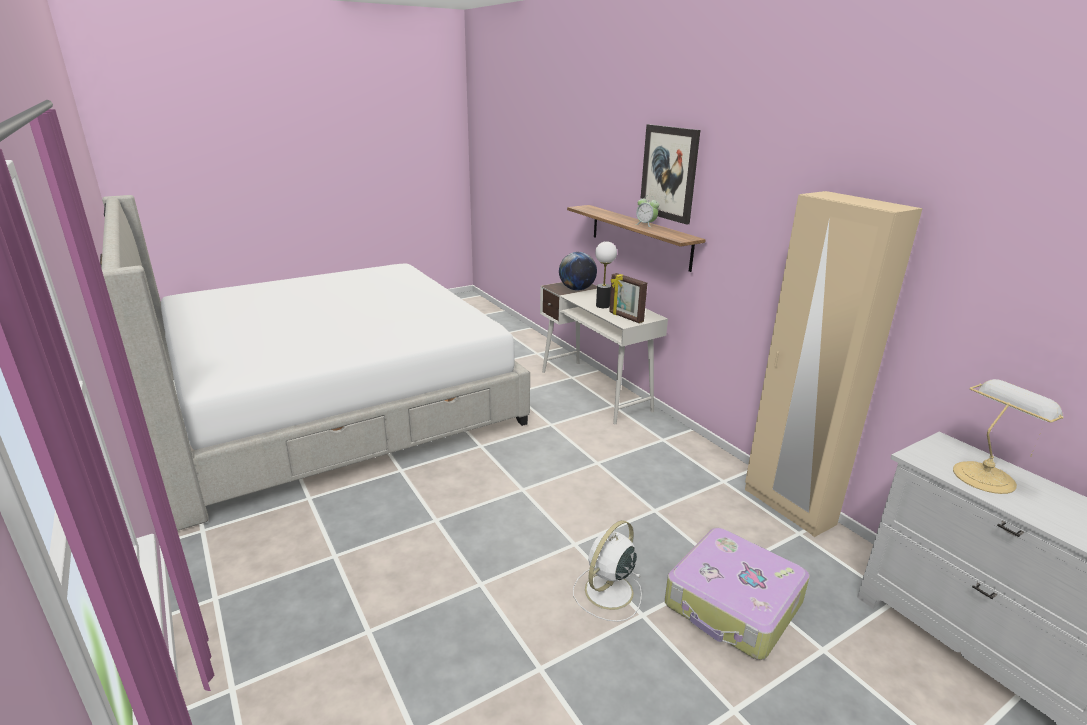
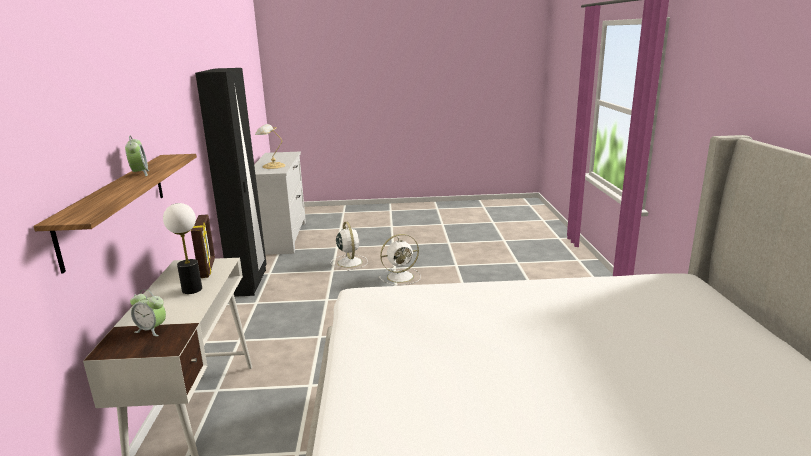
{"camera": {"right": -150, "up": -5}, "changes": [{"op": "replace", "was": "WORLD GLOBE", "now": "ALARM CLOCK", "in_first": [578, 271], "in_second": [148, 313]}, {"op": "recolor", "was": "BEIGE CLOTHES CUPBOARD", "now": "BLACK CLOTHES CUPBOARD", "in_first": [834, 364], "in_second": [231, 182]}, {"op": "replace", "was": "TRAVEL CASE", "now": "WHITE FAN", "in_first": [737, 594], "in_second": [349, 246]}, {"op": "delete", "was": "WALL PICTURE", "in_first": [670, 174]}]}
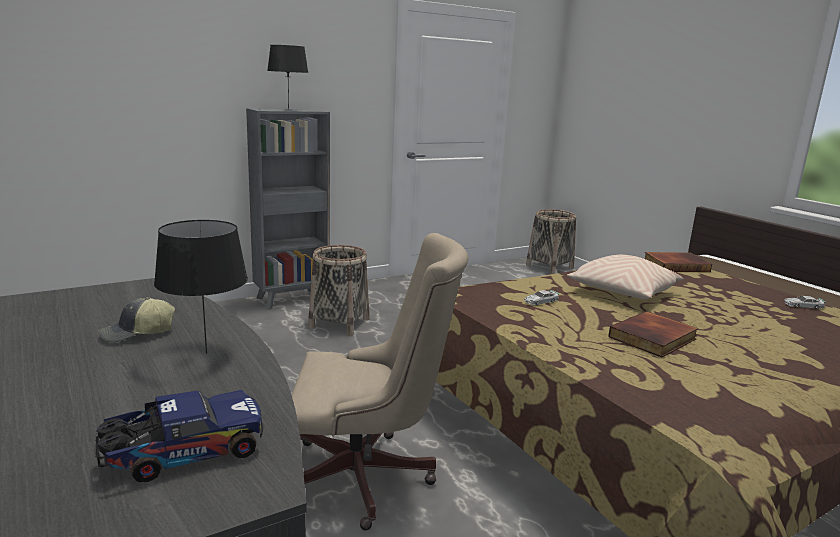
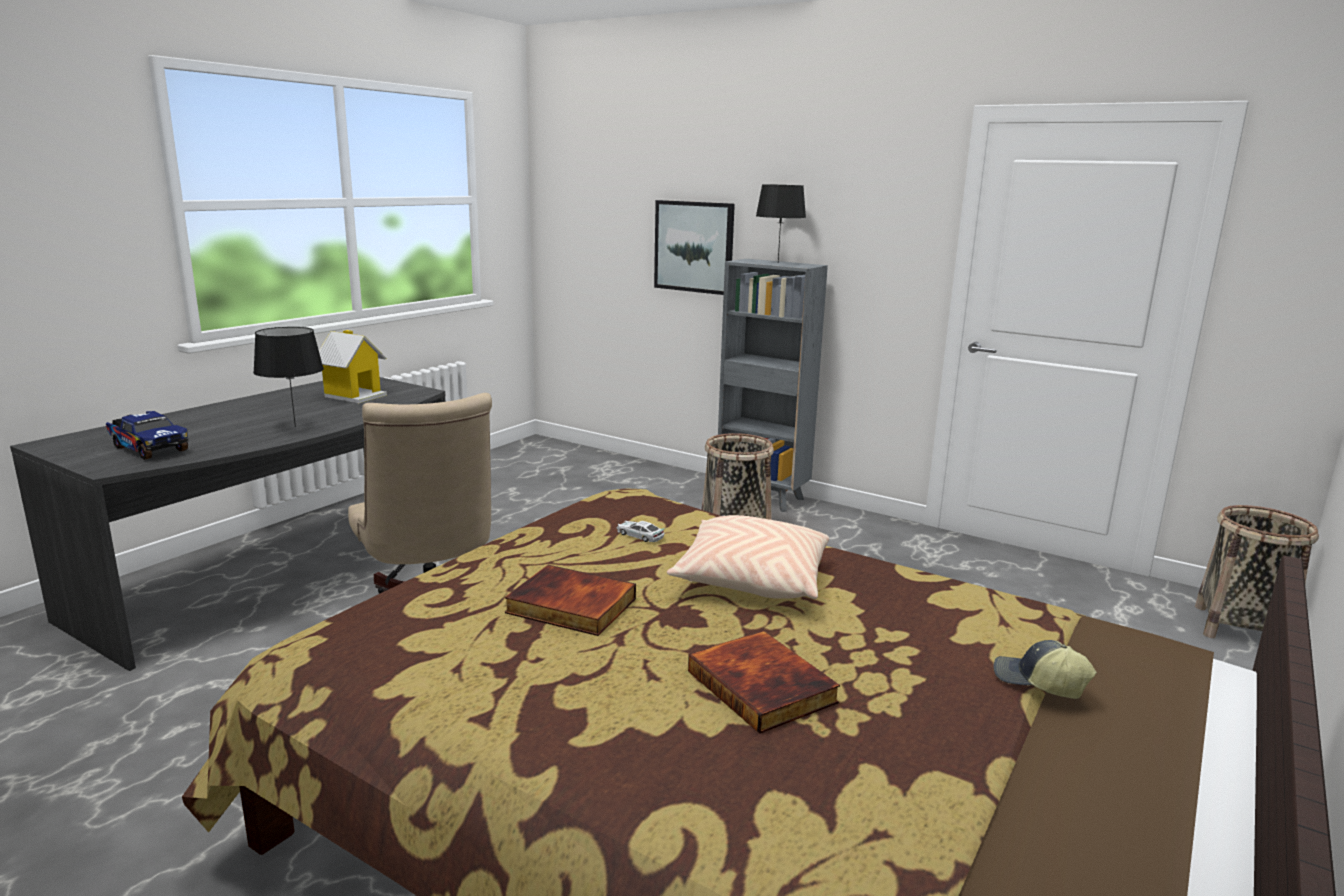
{"camera": {"right": 65, "up": 0}, "changes": [{"op": "insert", "now": "MODEL HOUSE", "in_second": [353, 366]}, {"op": "insert", "now": "WALL PICTURE", "in_second": [694, 247]}, {"op": "move", "was": "BOOK", "in_first": [678, 262], "in_second": [764, 682]}, {"op": "move", "was": "CAP", "in_first": [136, 320], "in_second": [1045, 669]}, {"op": "delete", "was": "TOY CAR", "in_first": [805, 302]}]}
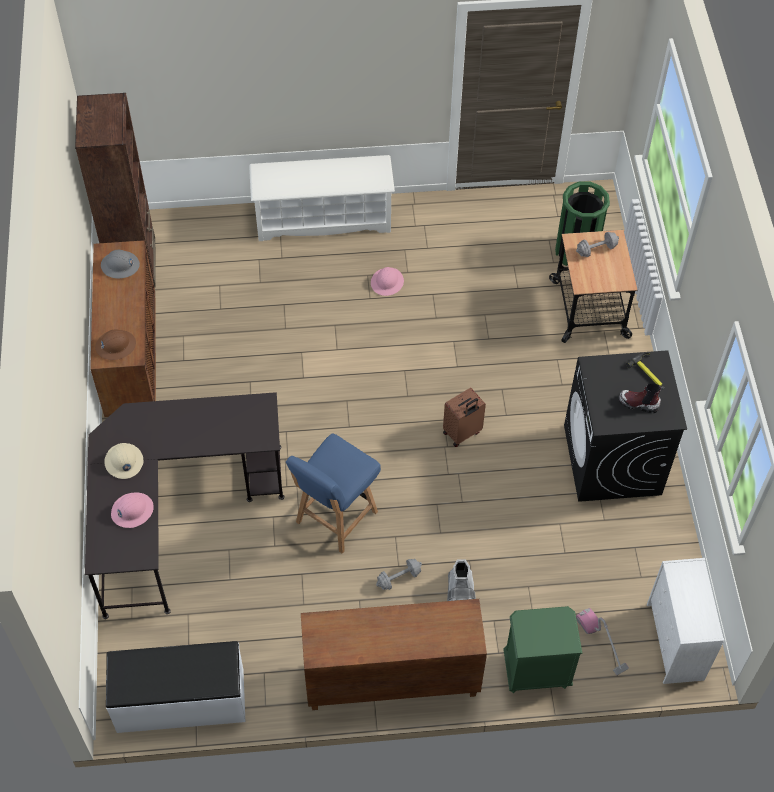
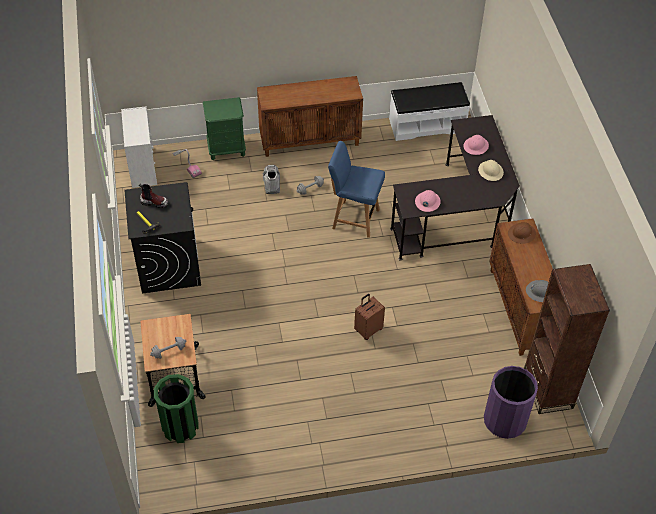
{"camera": {"right": 175, "up": -5}, "changes": [{"op": "rotate", "was": "BLUE-COLOURED UPRIGHT CHAIR", "in_first": [333, 493], "in_second": [356, 189], "clockwise": -105}, {"op": "move", "was": "BROWN TRAVEL CASE", "in_first": [464, 417], "in_second": [369, 317]}, {"op": "move", "was": "PINK WORK HELMET", "in_first": [387, 281], "in_second": [428, 201]}, {"op": "insert", "now": "PURPLE WASTE BIN", "in_second": [511, 402]}, {"op": "delete", "was": "WHITE SHOE SHELF", "in_first": [322, 198]}]}
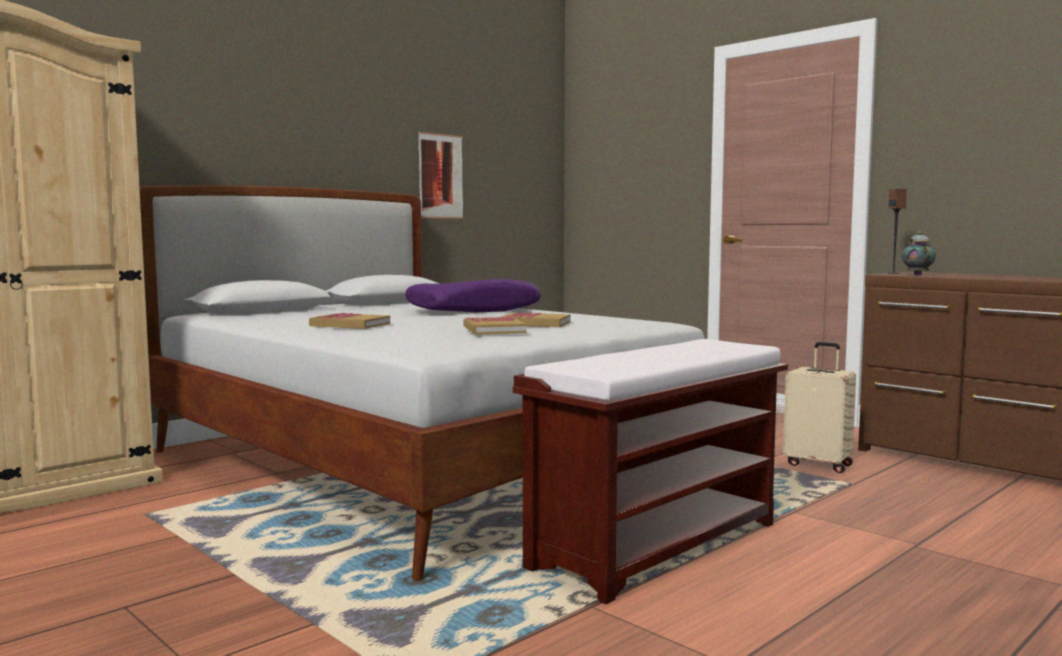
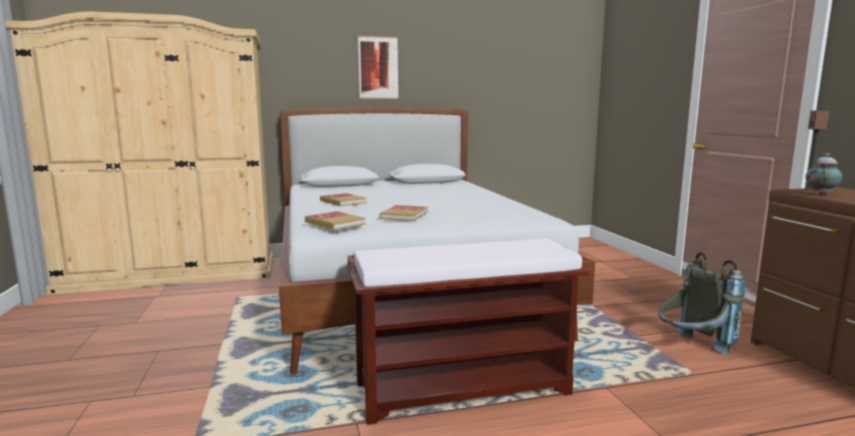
{"camera": {"right": 30, "up": 5}, "changes": [{"op": "move", "was": "BOOK", "in_first": [536, 319], "in_second": [335, 220]}, {"op": "move", "was": "WALL PICTURE", "in_first": [440, 175], "in_second": [378, 67]}, {"op": "replace", "was": "BEIGE TRAVEL CASE", "now": "GREYISH KNAPSACK", "in_first": [819, 407], "in_second": [701, 303]}, {"op": "delete", "was": "PURPLE PILLOW", "in_first": [473, 295]}]}
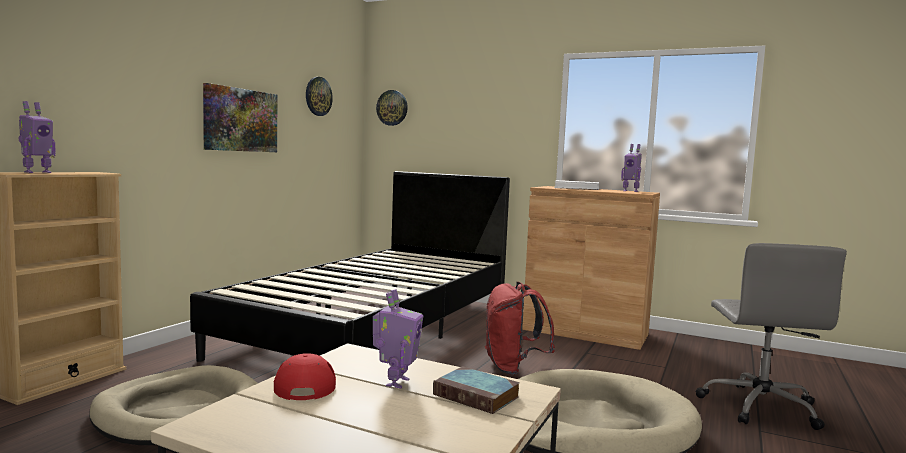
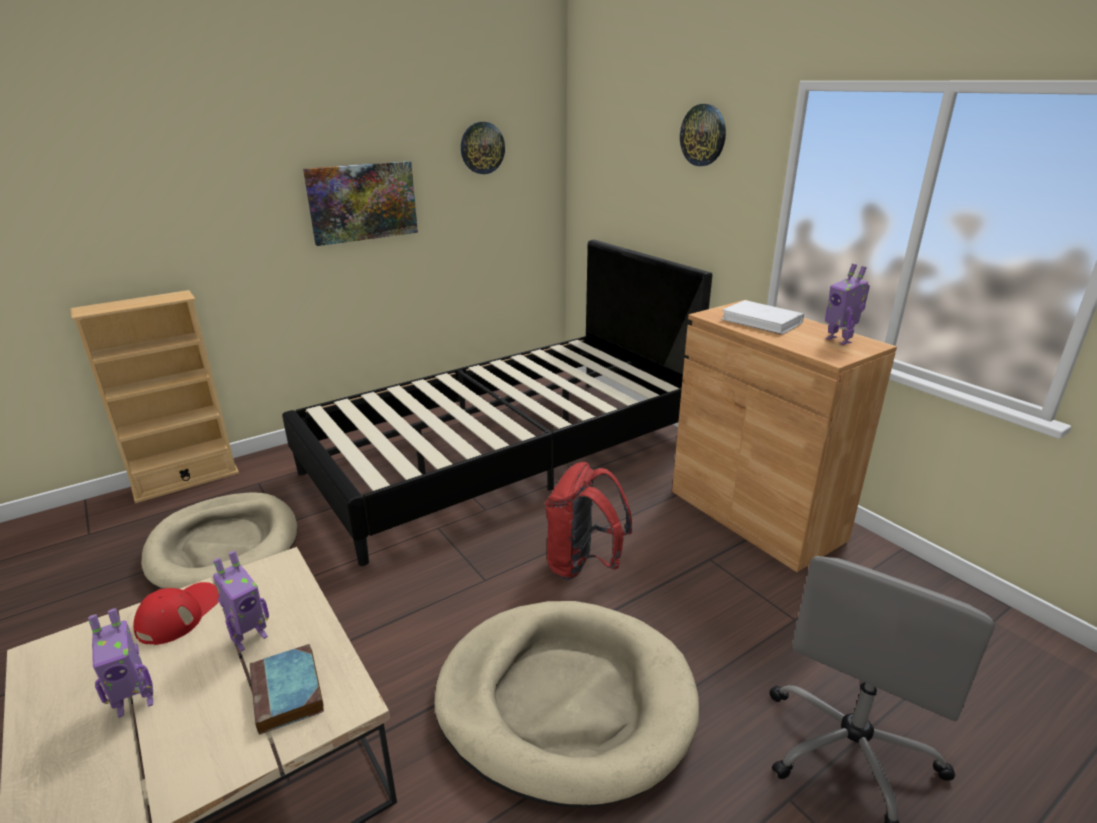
{"camera": {"right": 30, "up": 20}, "changes": [{"op": "move", "was": "MODEL ROBOT", "in_first": [37, 137], "in_second": [120, 663]}, {"op": "move", "was": "WALL CLOCK", "in_first": [392, 108], "in_second": [703, 135]}]}
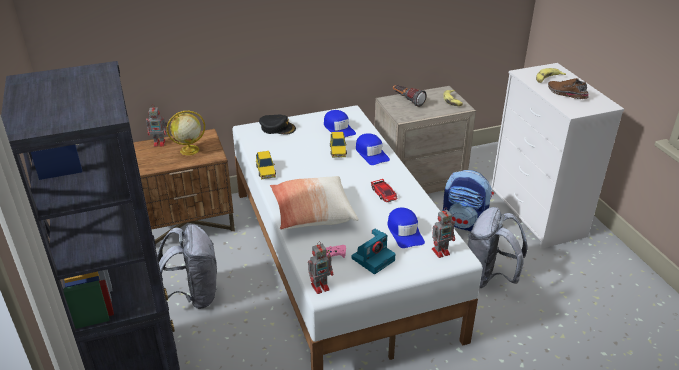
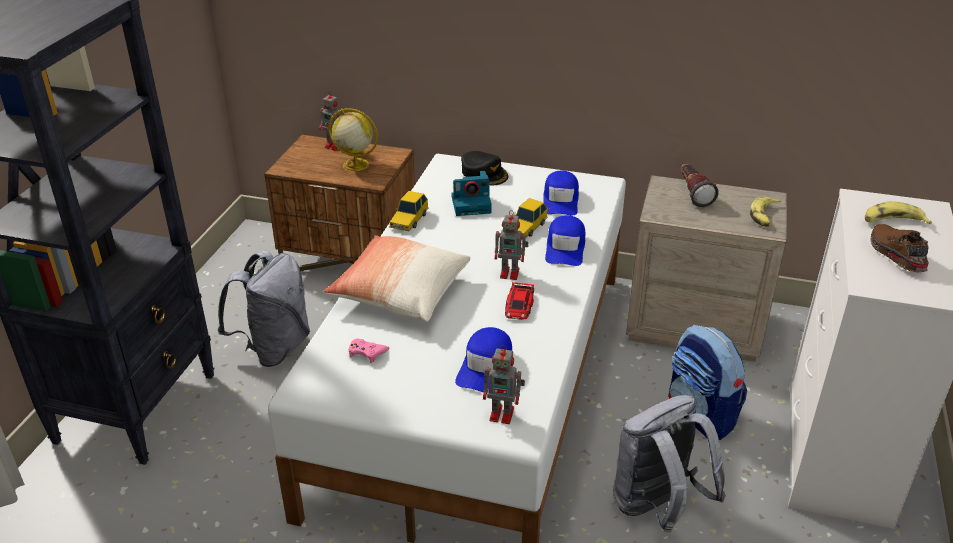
{"camera": {"right": 35, "up": 0}, "changes": [{"op": "move", "was": "PHOTO CAMERA", "in_first": [373, 251], "in_second": [471, 193]}, {"op": "move", "was": "MODEL ROBOT", "in_first": [320, 268], "in_second": [512, 245]}]}
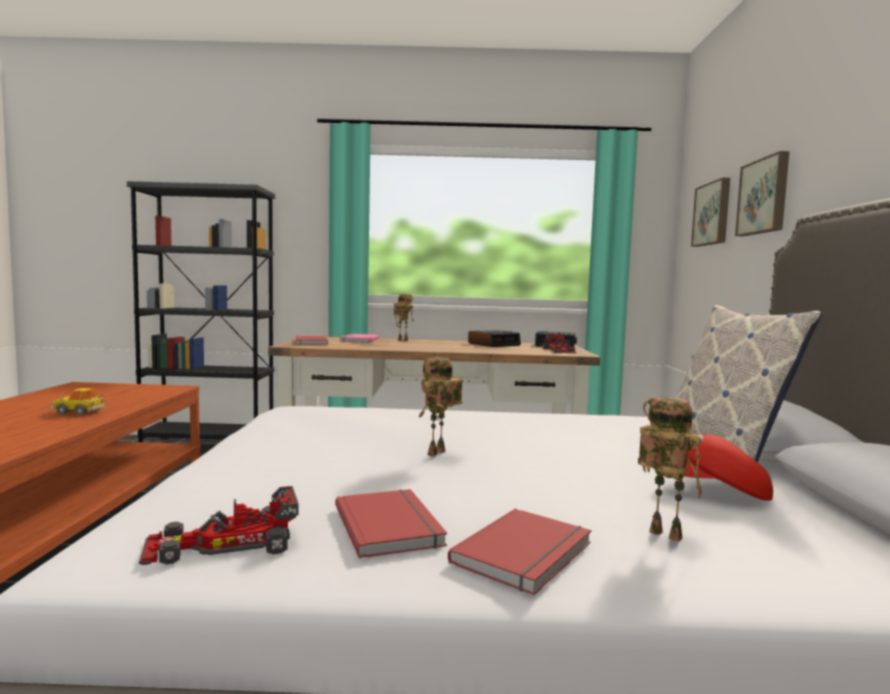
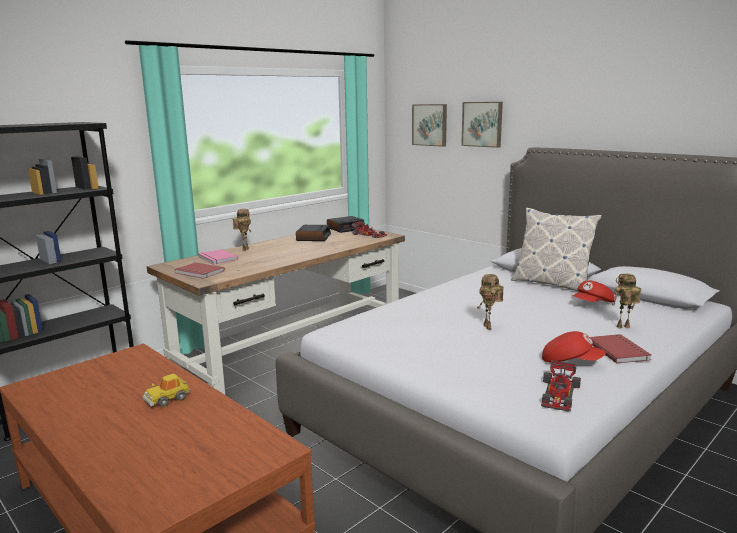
{"camera": {"right": -45, "up": 10}, "changes": [{"op": "replace", "was": "RED BOOK", "now": "RED CAP", "in_first": [391, 523], "in_second": [574, 346]}]}
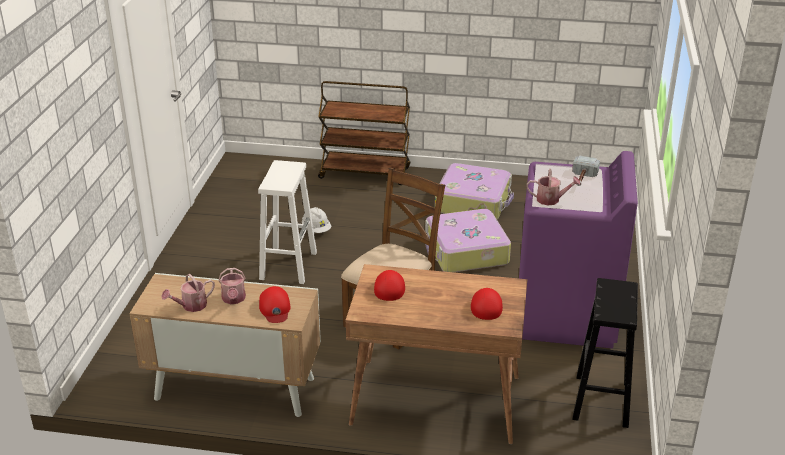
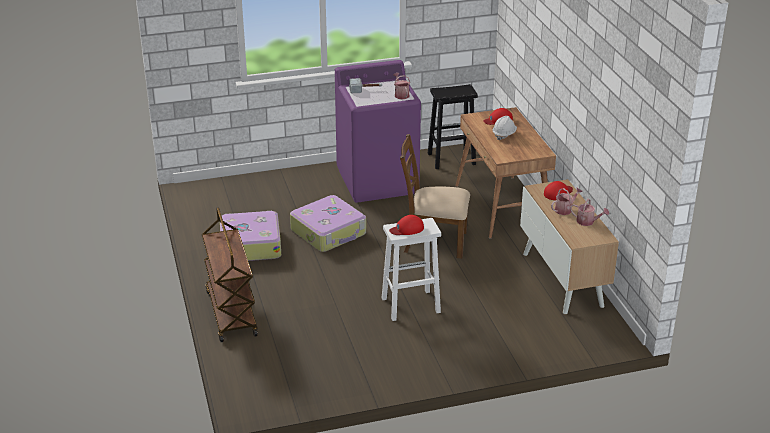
{"camera": {"right": -115, "up": 0}, "changes": [{"op": "move", "was": "RED CAP", "in_first": [389, 285], "in_second": [406, 225]}, {"op": "move", "was": "WHITE WORK HELMET", "in_first": [316, 220], "in_second": [505, 128]}]}
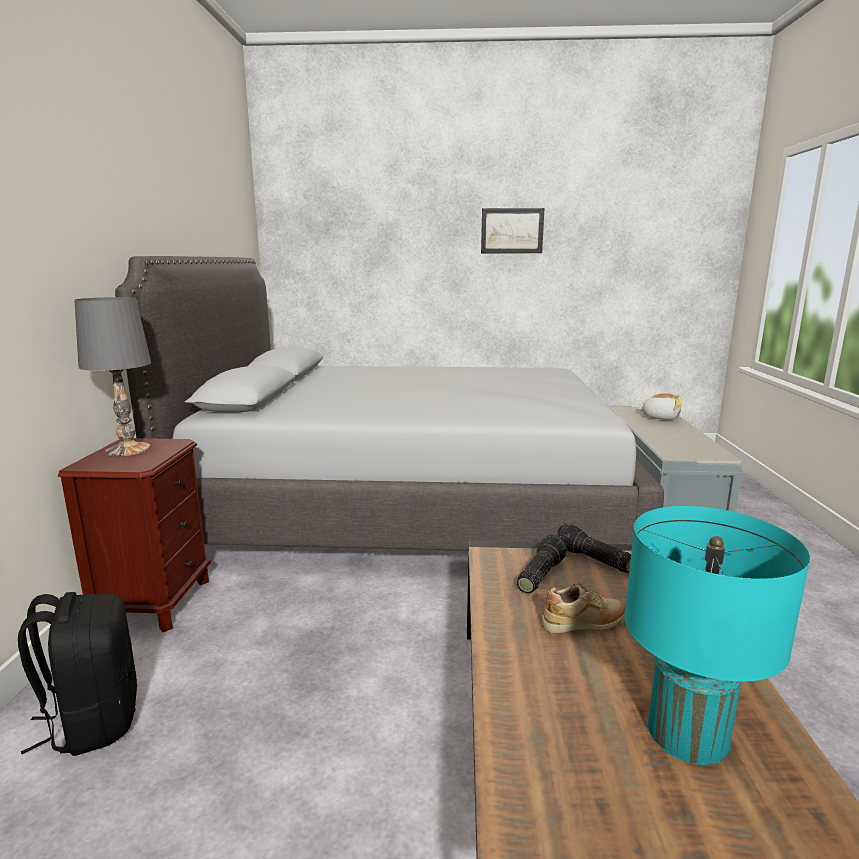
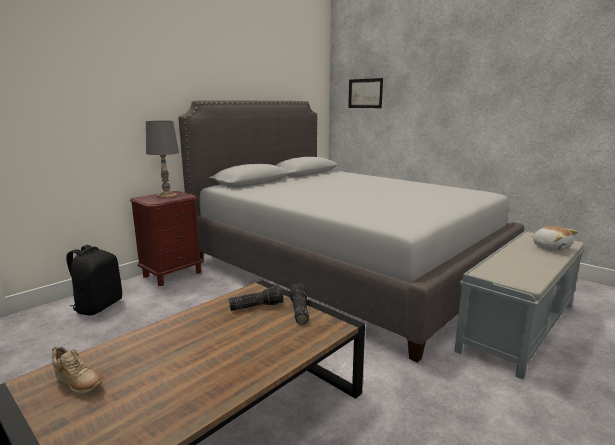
{"camera": {"right": 40, "up": 0}, "changes": [{"op": "move", "was": "BEIGE SHOE", "in_first": [584, 608], "in_second": [77, 370]}, {"op": "move", "was": "WALL PICTURE", "in_first": [512, 230], "in_second": [365, 93]}, {"op": "delete", "was": "TURQUOISE TABLE LAMP", "in_first": [717, 635]}]}
